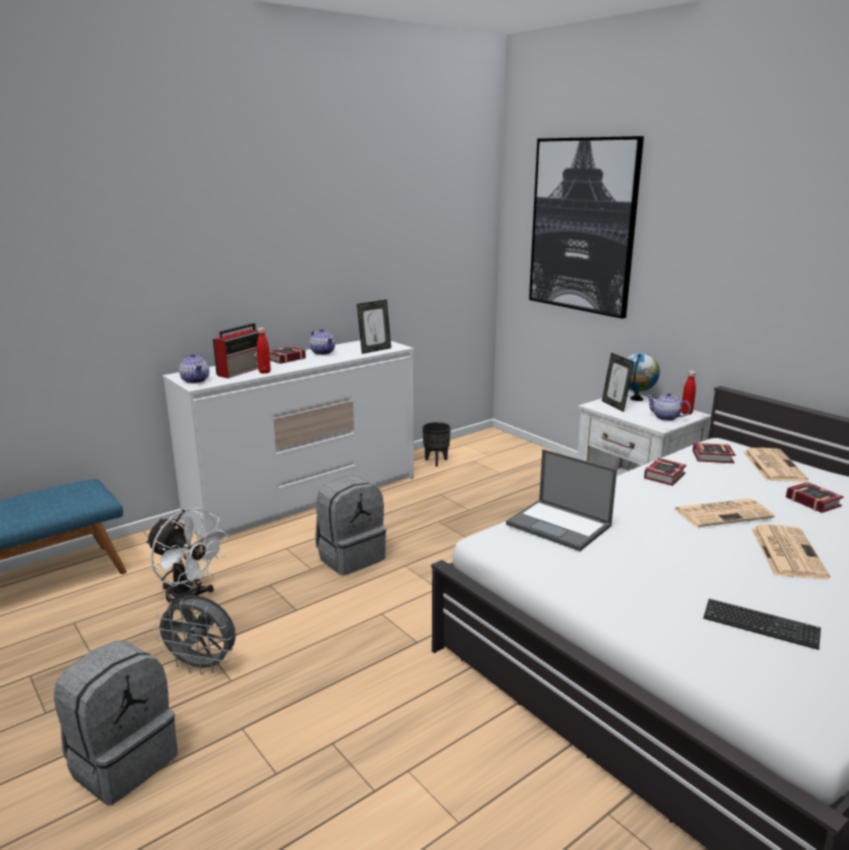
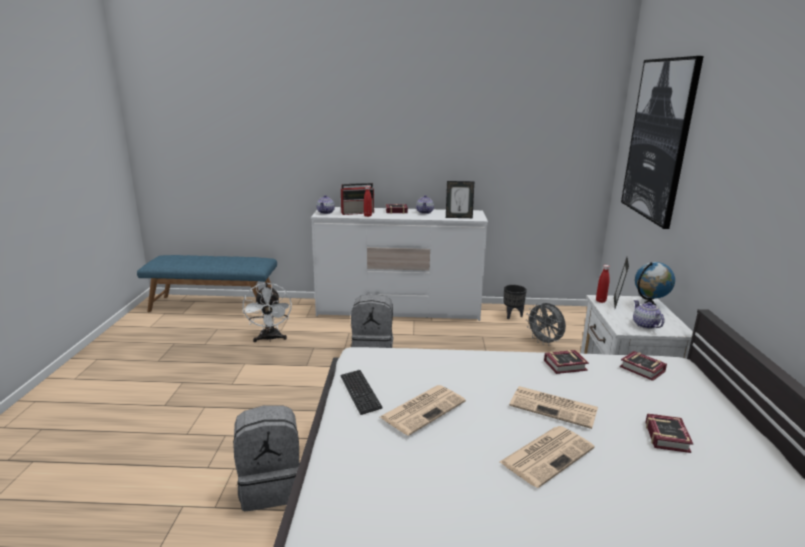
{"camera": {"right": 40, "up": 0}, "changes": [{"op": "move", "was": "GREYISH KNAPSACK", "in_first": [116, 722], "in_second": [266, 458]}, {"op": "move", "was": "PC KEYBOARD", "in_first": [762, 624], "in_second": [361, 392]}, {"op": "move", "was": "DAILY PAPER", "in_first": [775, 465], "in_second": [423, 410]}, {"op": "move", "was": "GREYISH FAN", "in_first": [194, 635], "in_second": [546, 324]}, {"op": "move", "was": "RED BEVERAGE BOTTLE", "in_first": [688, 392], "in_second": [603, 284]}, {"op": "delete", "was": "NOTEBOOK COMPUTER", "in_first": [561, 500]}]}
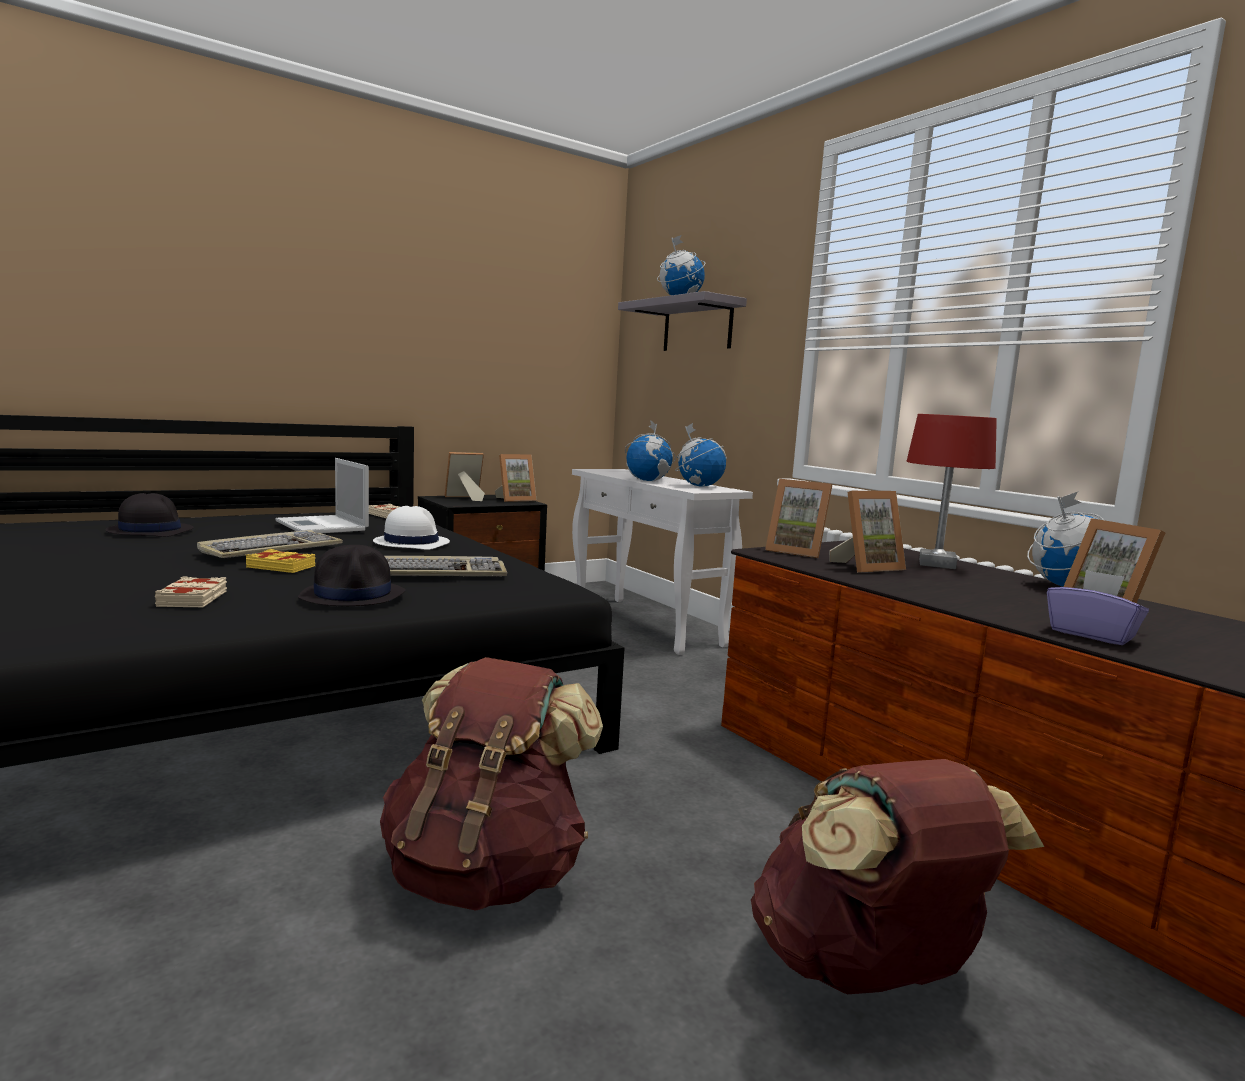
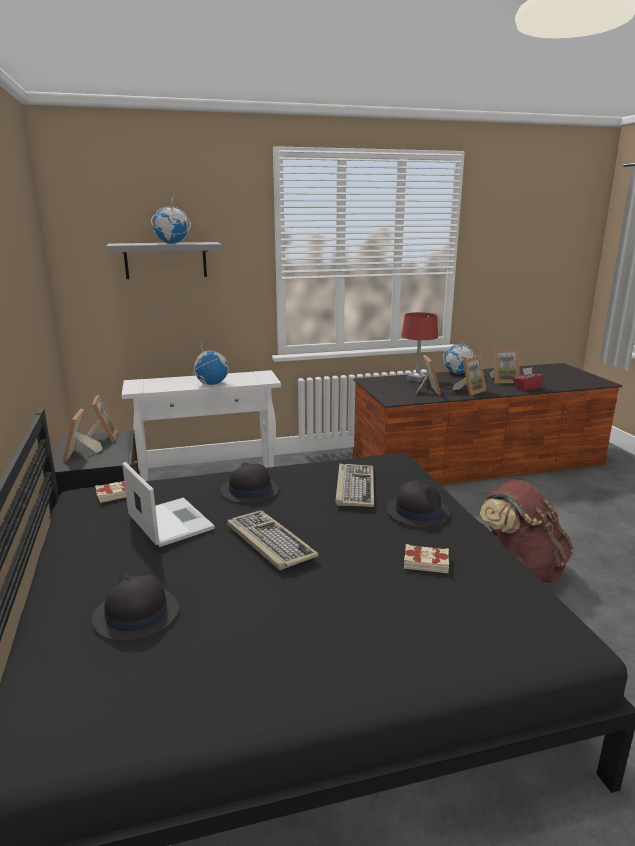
{"camera": {"right": -70, "up": 10}, "changes": [{"op": "rotate", "was": "NOTEBOOK COMPUTER", "in_first": [322, 495], "in_second": [168, 504], "clockwise": -105}, {"op": "recolor", "was": "WHITE CLOTHING HAT", "now": "BLACK CLOTHING HAT", "in_first": [411, 528], "in_second": [250, 482]}, {"op": "move", "was": "STANDING FRAME", "in_first": [798, 518], "in_second": [470, 376]}, {"op": "recolor", "was": "PURPLE TISSUE BOX", "now": "RED TISSUE BOX", "in_first": [1098, 607], "in_second": [528, 379]}, {"op": "delete", "was": "YELLOWISH BOOK", "in_first": [281, 561]}, {"op": "delete", "was": "WORLD GLOBE", "in_first": [701, 454]}, {"op": "delete", "was": "BROWN KNAPSACK", "in_first": [897, 876]}]}
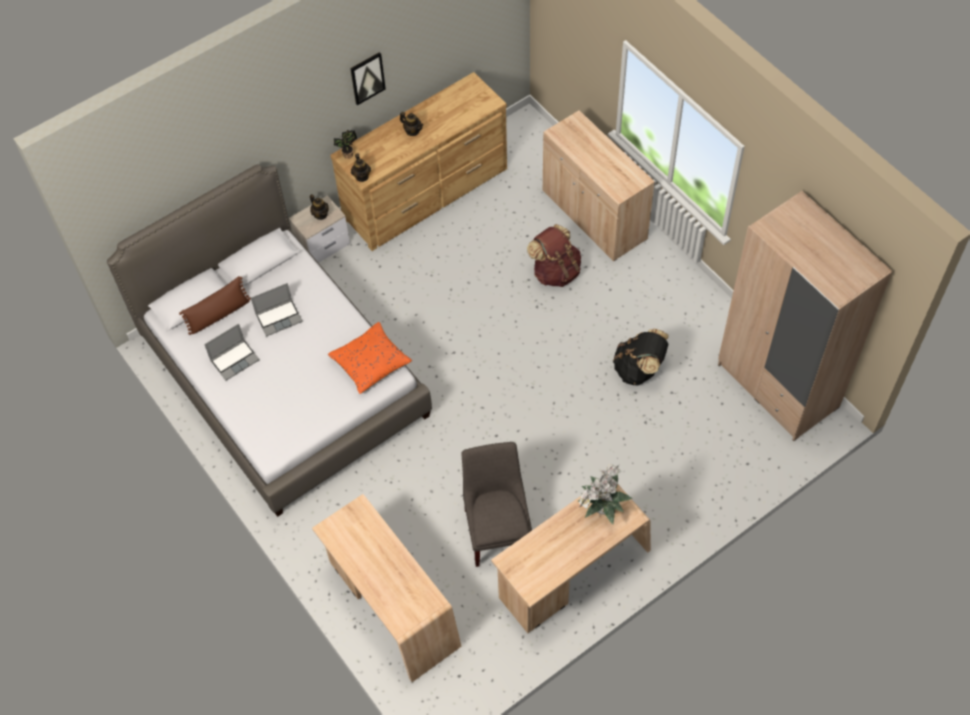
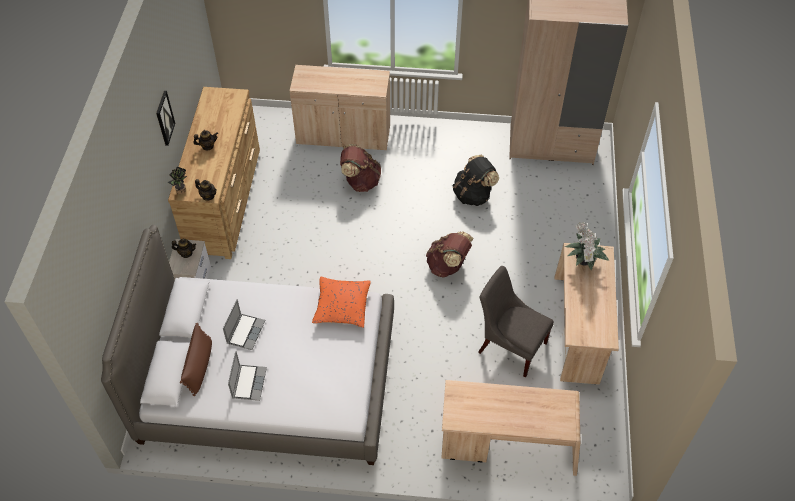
{"camera": {"right": -50, "up": -5}, "changes": [{"op": "insert", "now": "BROWN KNAPSACK", "in_second": [450, 254]}]}
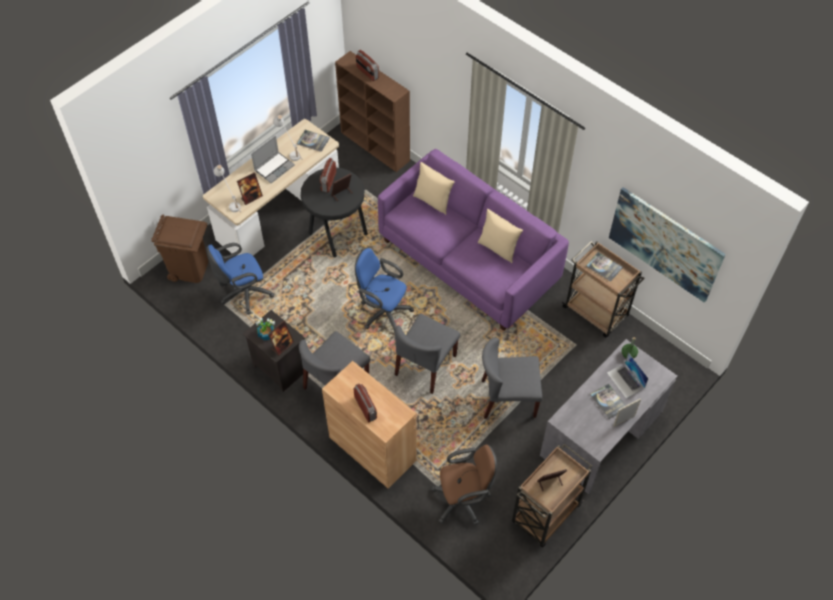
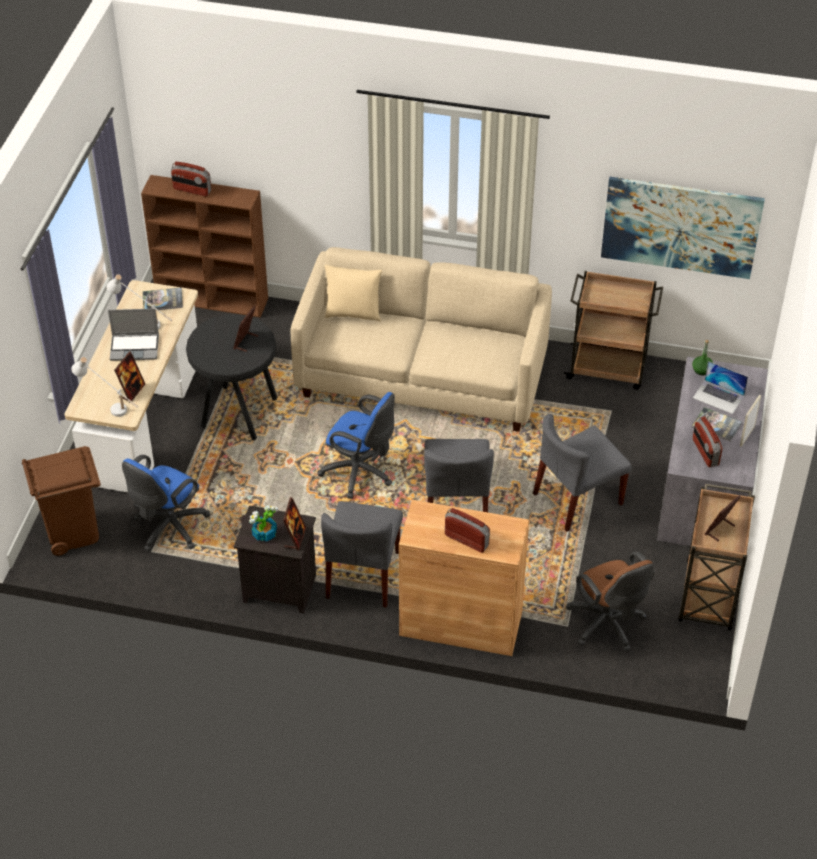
{"camera": {"right": -30, "up": -10}, "changes": [{"op": "rotate", "was": "NOTEBOOK COMPUTER", "in_first": [273, 159], "in_second": [133, 335], "clockwise": 75}, {"op": "recolor", "was": "PURPLE SETTEE", "now": "BEIGE SETTEE", "in_first": [473, 240], "in_second": [421, 339]}, {"op": "rotate", "was": "BLUE-COLOURED OFFICE CHAIR", "in_first": [384, 290], "in_second": [356, 445], "clockwise": -150}, {"op": "rotate", "was": "BROWN OFFICE CHAIR", "in_first": [464, 485], "in_second": [610, 601], "clockwise": 105}, {"op": "move", "was": "RADIO", "in_first": [328, 175], "in_second": [707, 441]}, {"op": "delete", "was": "BEIGE PILLOW", "in_first": [500, 236]}, {"op": "delete", "was": "BOOK", "in_first": [604, 267]}]}
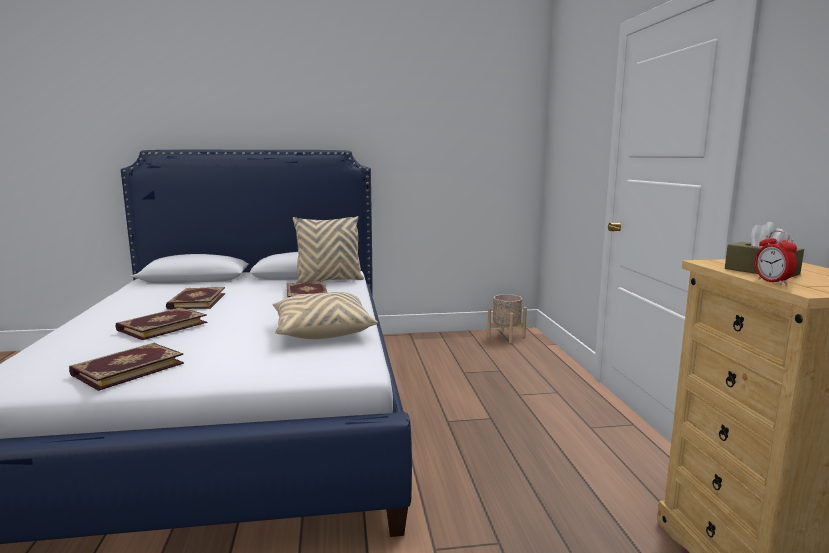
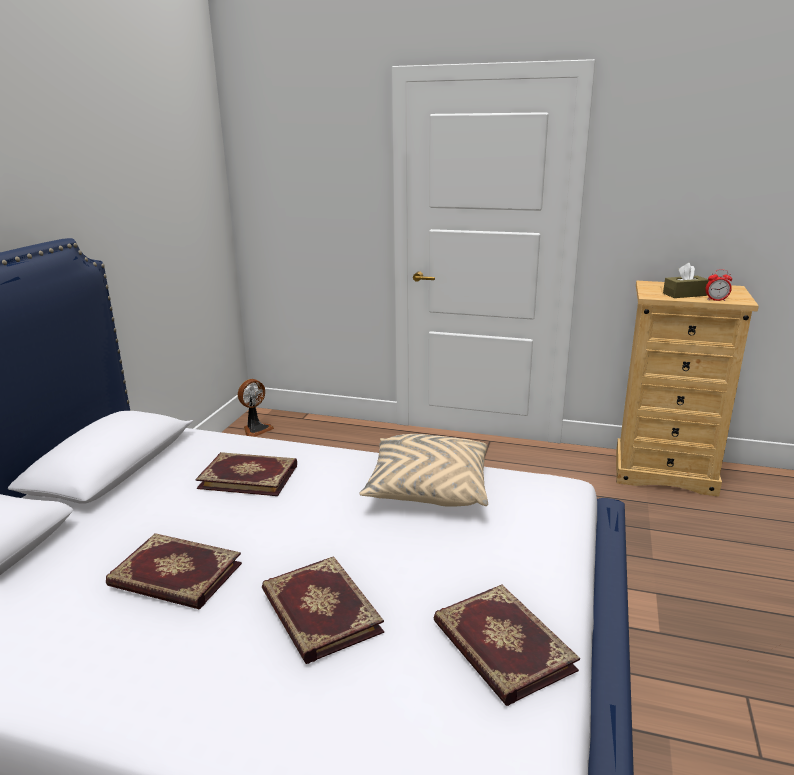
{"camera": {"right": -65, "up": 10}, "changes": [{"op": "replace", "was": "BEIGE FLOWER POT", "now": "FAN", "in_first": [507, 318], "in_second": [256, 408]}, {"op": "delete", "was": "BEIGE PILLOW", "in_first": [328, 249]}]}
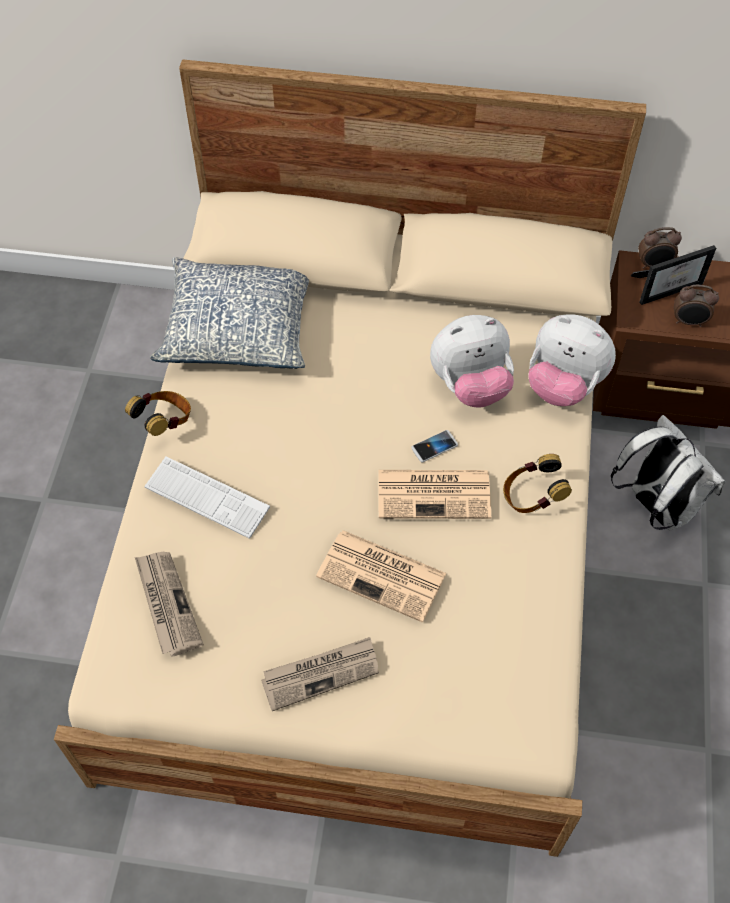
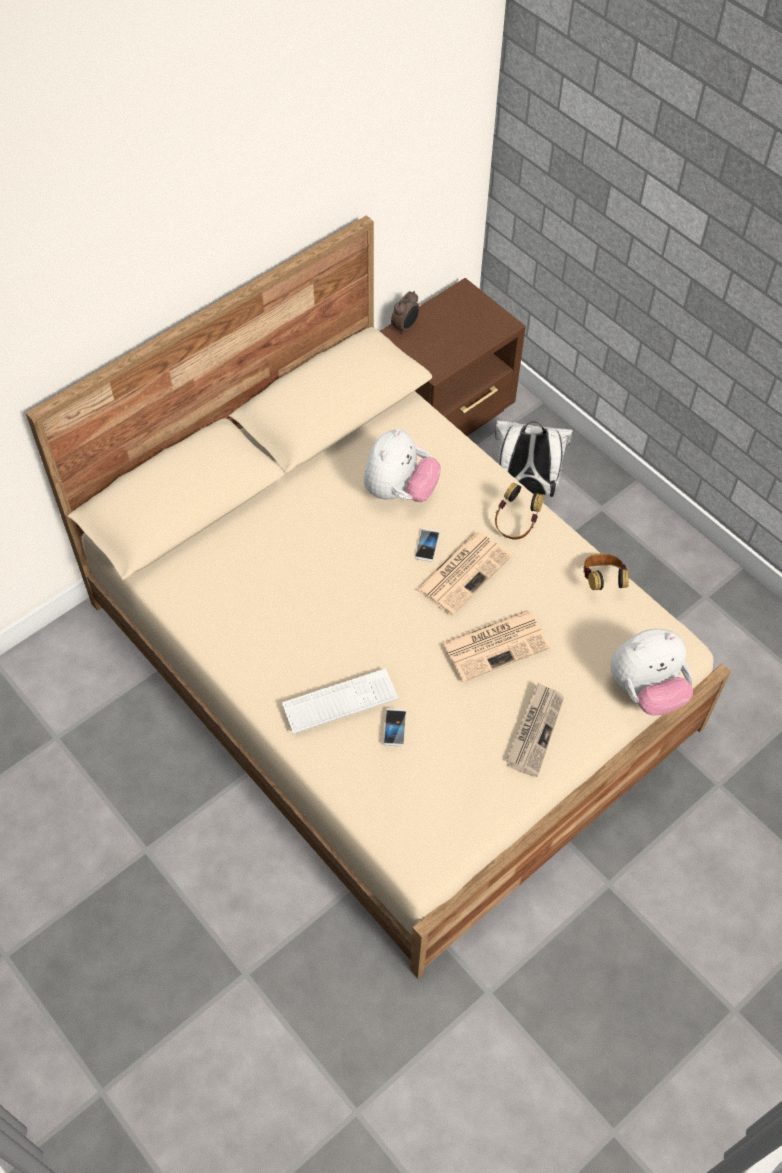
{"camera": {"right": -50, "up": 0}, "changes": [{"op": "insert", "now": "PHONE", "in_second": [394, 727]}, {"op": "move", "was": "HEADSET", "in_first": [158, 413], "in_second": [606, 571]}, {"op": "move", "was": "SOFT TOY", "in_first": [572, 360], "in_second": [652, 672]}, {"op": "delete", "was": "DAILY PAPER", "in_first": [169, 604]}, {"op": "delete", "was": "PILLOW", "in_first": [229, 313]}, {"op": "delete", "was": "STANDING FRAME", "in_first": [673, 275]}, {"op": "delete", "was": "ALARM CLOCK", "in_first": [696, 306]}]}
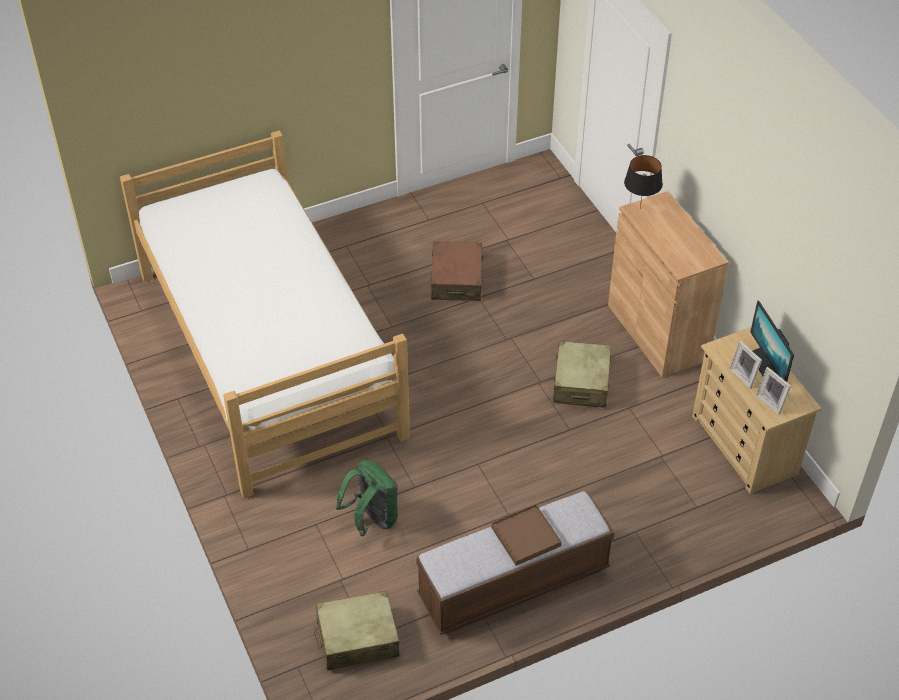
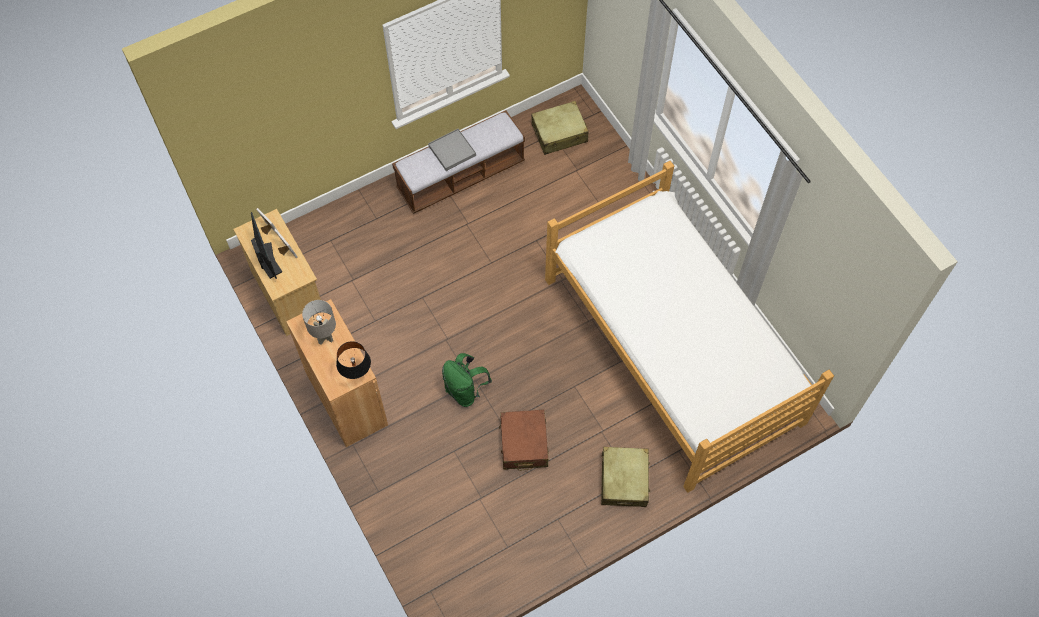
{"camera": {"right": 175, "up": 15}, "changes": [{"op": "insert", "now": "GREYISH TABLE LAMP", "in_second": [319, 322]}, {"op": "recolor", "was": "BROWN TRAY", "now": "GREYISH TRAY", "in_first": [526, 535], "in_second": [452, 150]}, {"op": "move", "was": "GREEN-COLOURED KNAPSACK", "in_first": [367, 498], "in_second": [467, 380]}, {"op": "move", "was": "BEIGE TRAVEL CASE", "in_first": [582, 374], "in_second": [625, 477]}]}
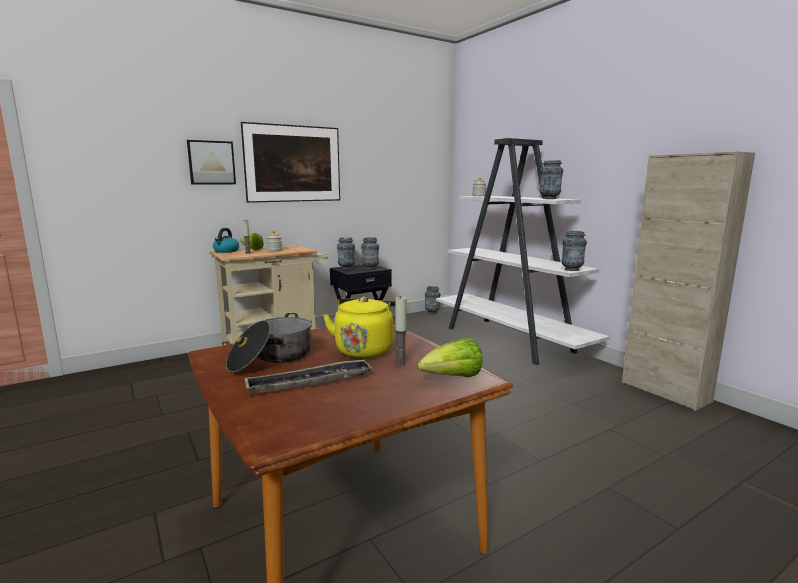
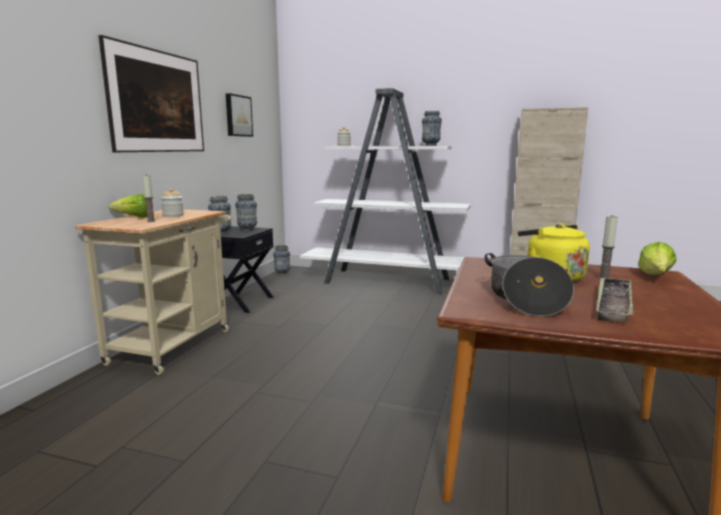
{"camera": {"right": -40, "up": 0}, "changes": [{"op": "move", "was": "WALL PICTURE", "in_first": [211, 162], "in_second": [239, 115]}, {"op": "delete", "was": "WATER KETTLE", "in_first": [226, 240]}, {"op": "delete", "was": "DECORATIVE VASE", "in_first": [574, 251]}]}
